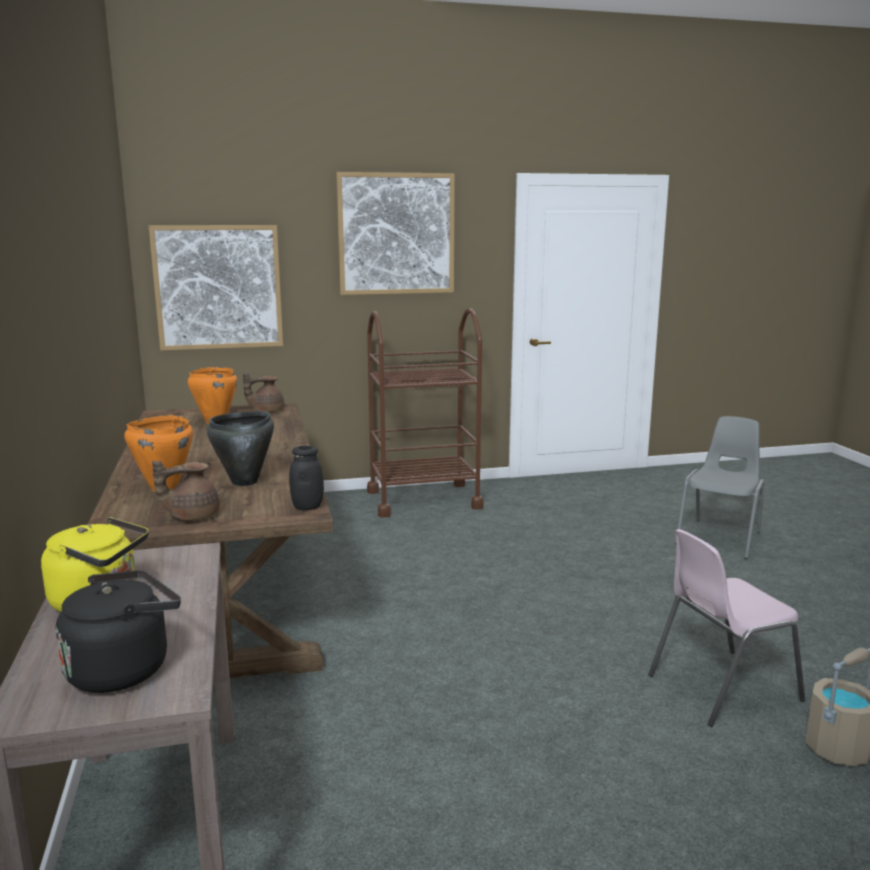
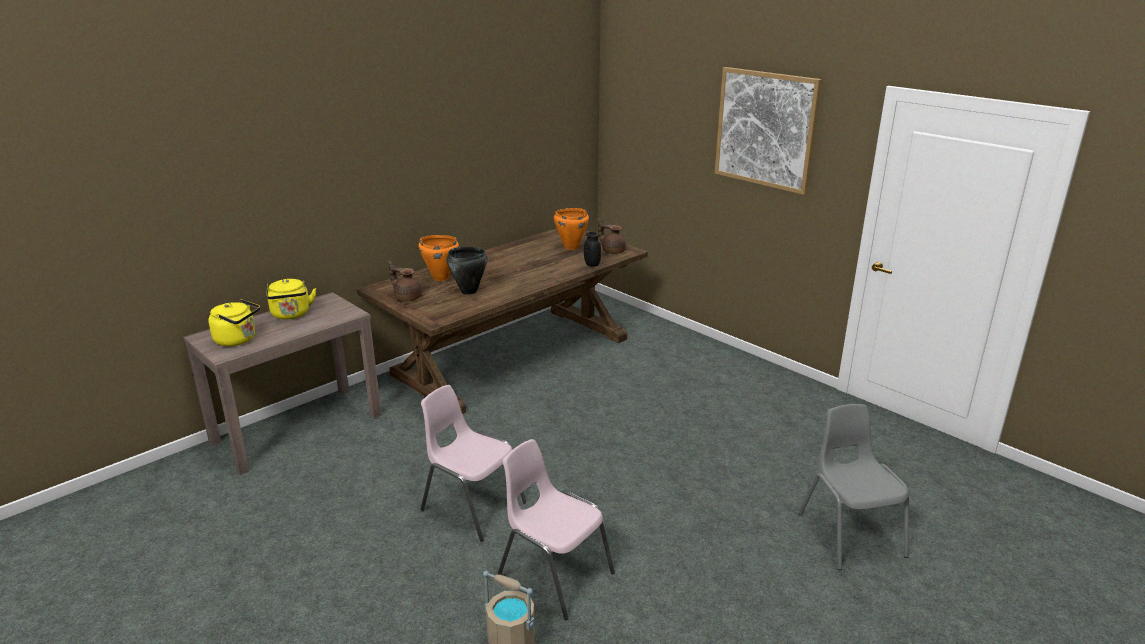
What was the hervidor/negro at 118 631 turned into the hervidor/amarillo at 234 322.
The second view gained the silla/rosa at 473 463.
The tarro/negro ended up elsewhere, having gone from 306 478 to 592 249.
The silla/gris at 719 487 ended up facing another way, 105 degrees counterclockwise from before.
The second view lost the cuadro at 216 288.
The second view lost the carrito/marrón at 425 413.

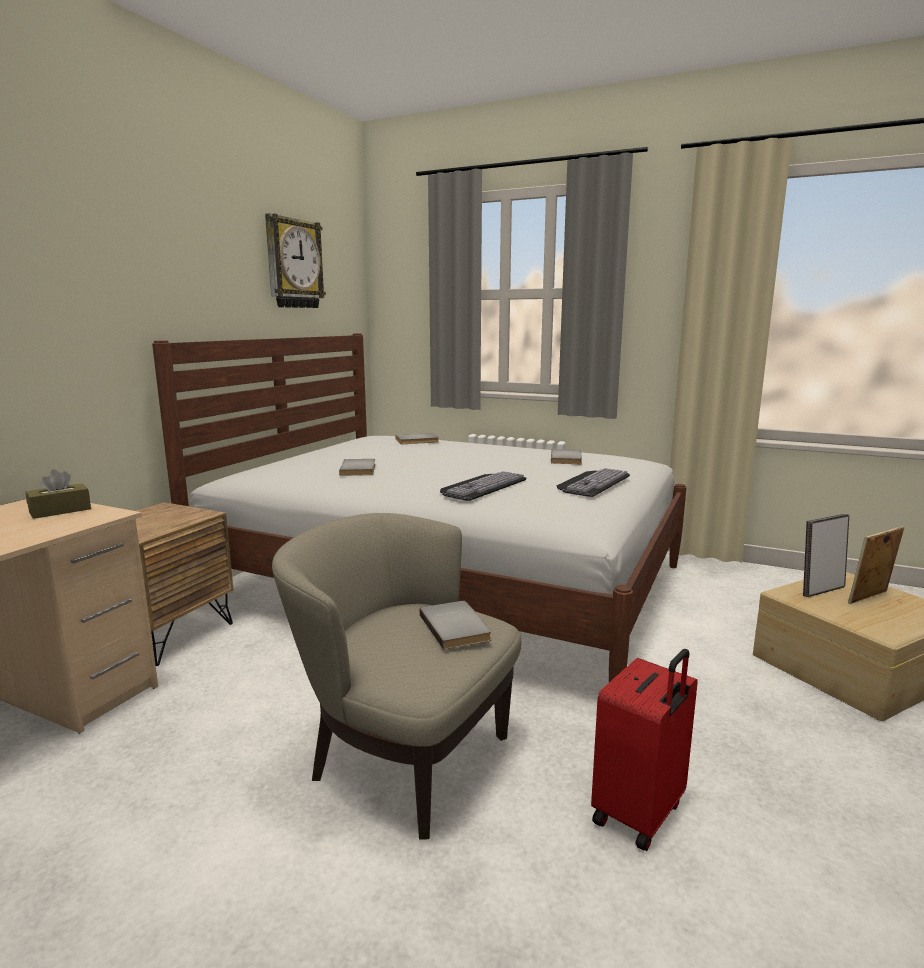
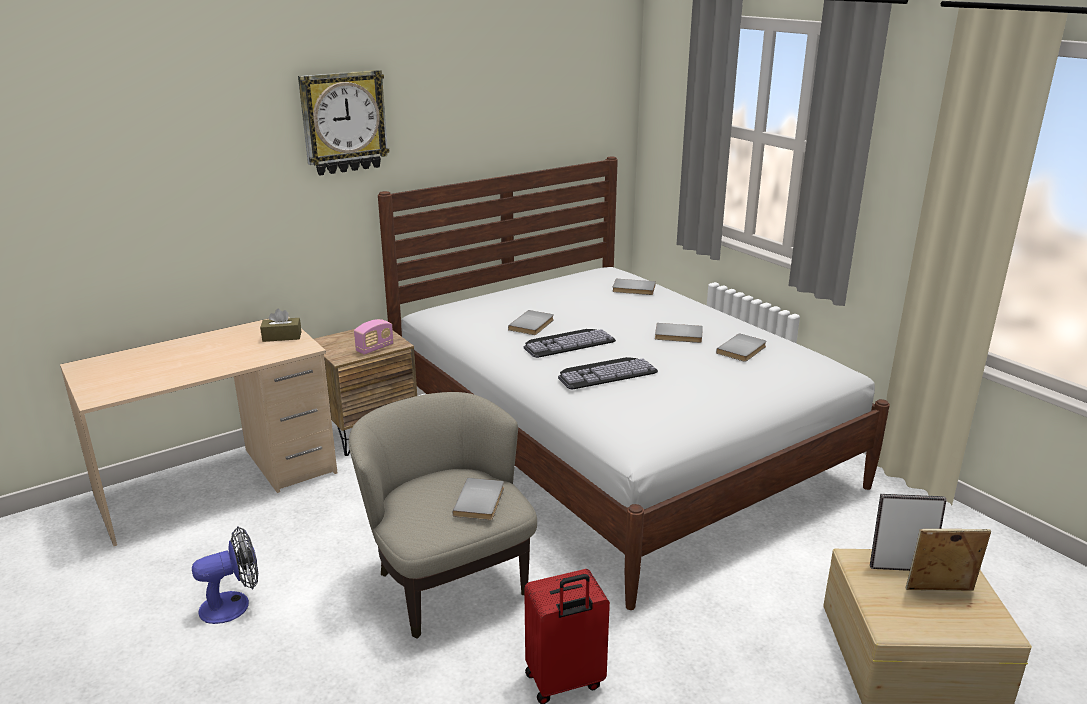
The second view gained the ventilador at 225 575.
The reloj de pared ended up elsewhere, having gone from 295 260 to 343 123.
The second view gained the radio at 374 337.
The teclado ended up elsewhere, having gone from 593 482 to 570 343.
The second view gained the libro/gris at 679 333.

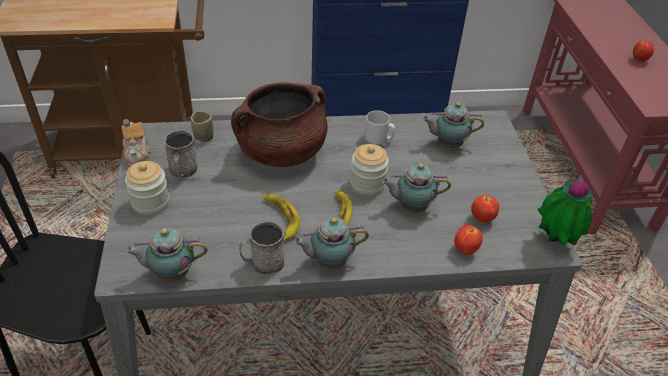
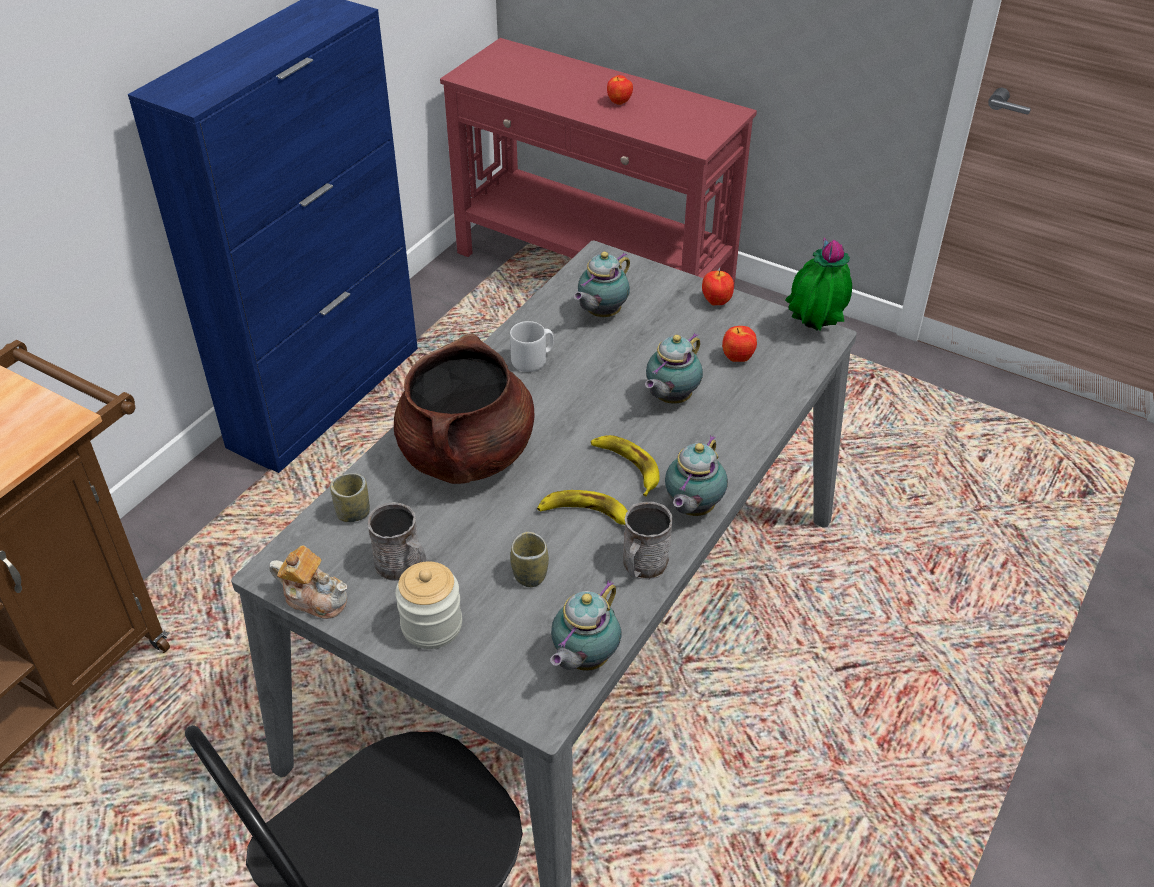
The second view gained the taza at 529 559.
The manzana ended up elsewhere, having gone from 468 240 to 718 287.
The second view lost the tarro at 369 170.

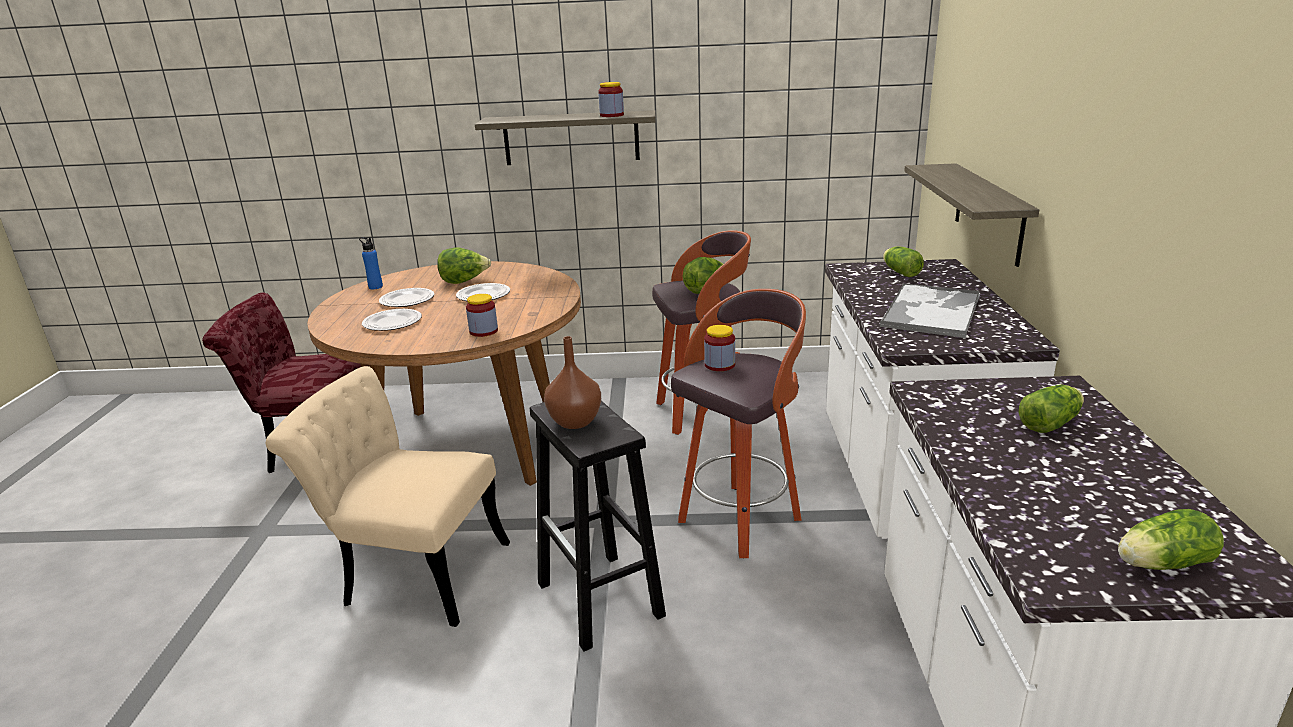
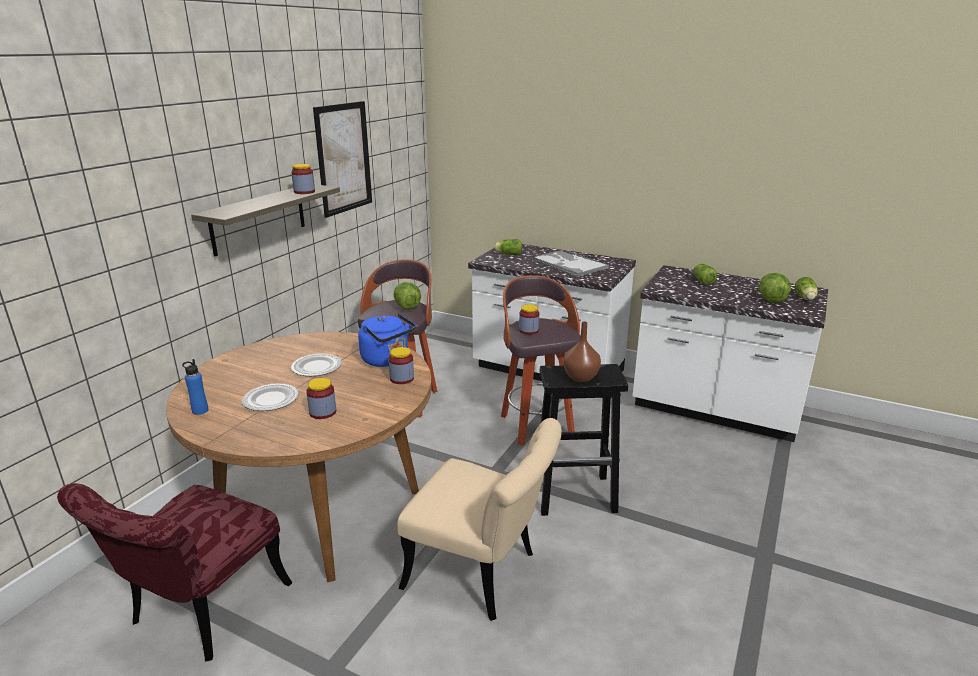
Where the plato stood at 392 320, the tarro came to stand at 321 398.
The second view gained the cuadro at 342 159.
The second view gained the hervidor/azul at 387 340.
The silla/beis at 388 496 ended up facing another way, 105 degrees counterclockwise from before.
The lechuga ended up elsewhere, having gone from 464 266 to 775 288.
The second view lost the estante at 971 215.

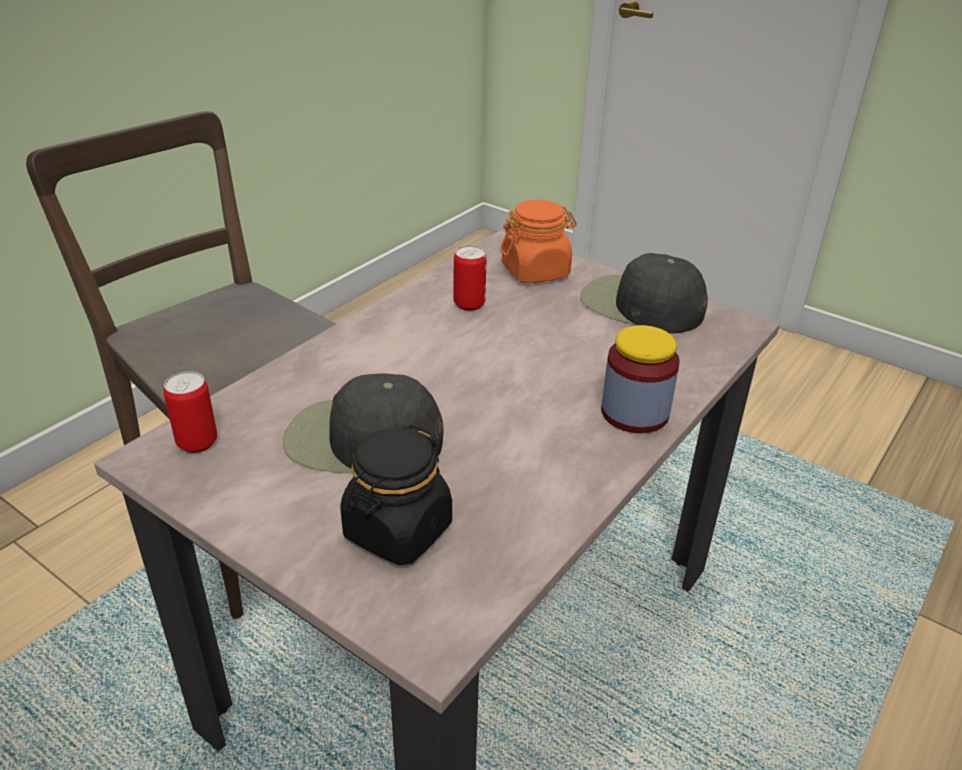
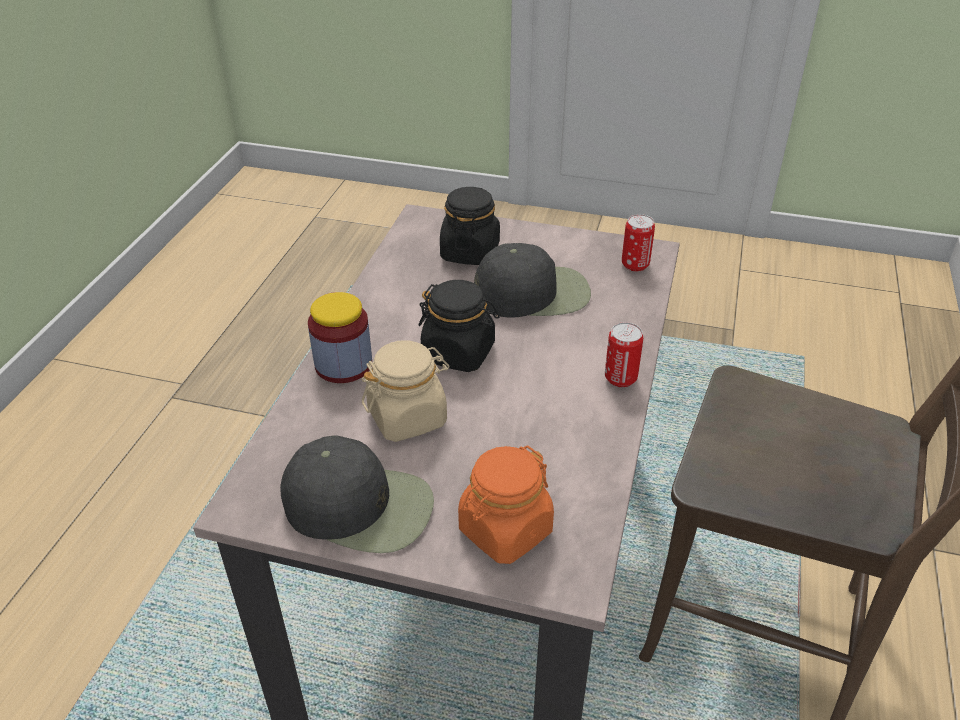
The second view gained the tarro/beis at 405 391.
The second view gained the tarro/negro at 459 326.
The lata ended up elsewhere, having gone from 470 278 to 624 354.

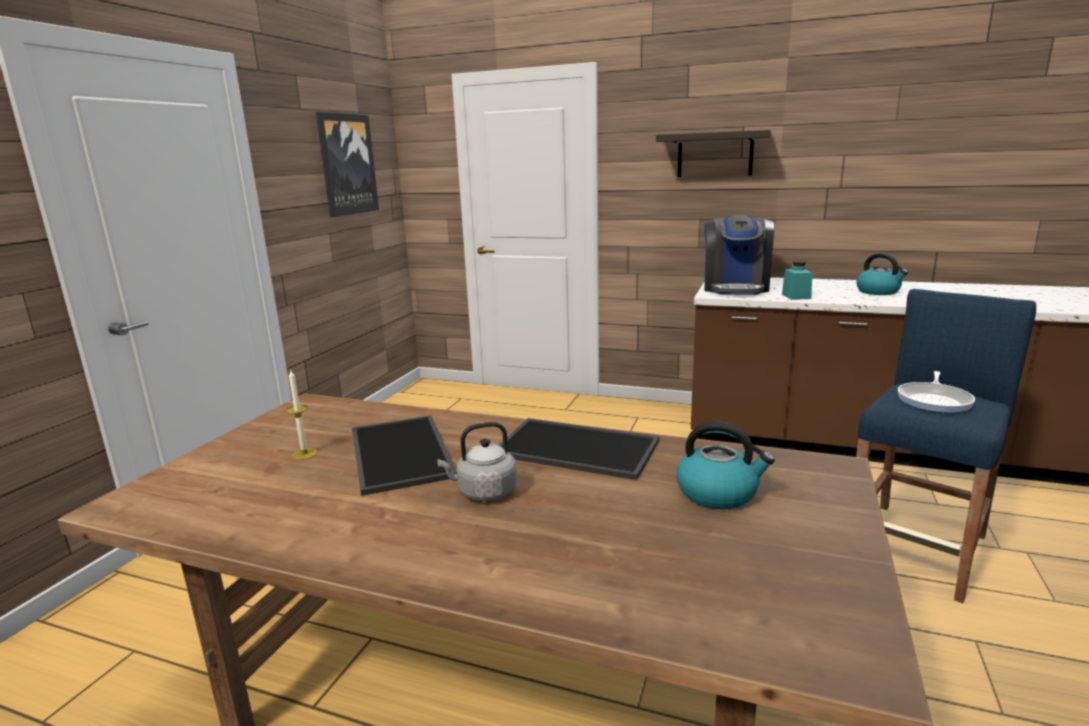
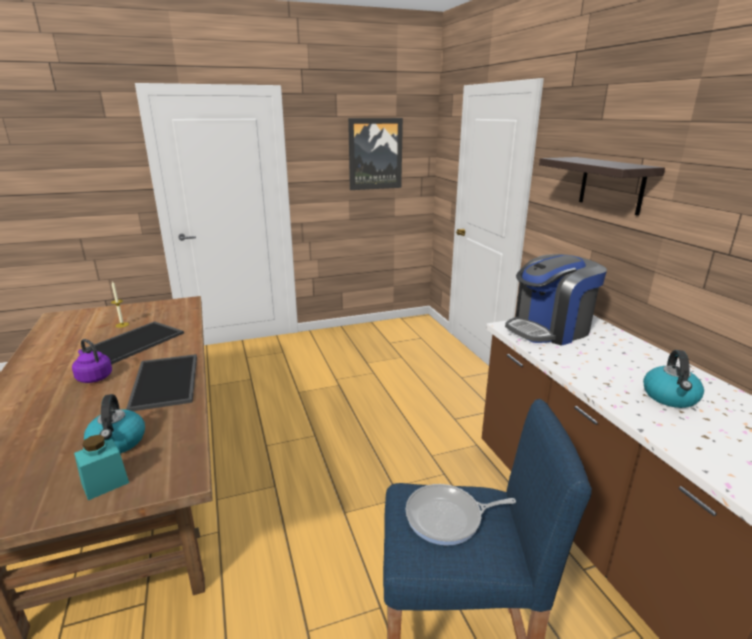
What was the hervidor/gris at 477 461 turned into the hervidor/morado at 92 361.
The tarro/turquesa ended up elsewhere, having gone from 797 280 to 101 467.

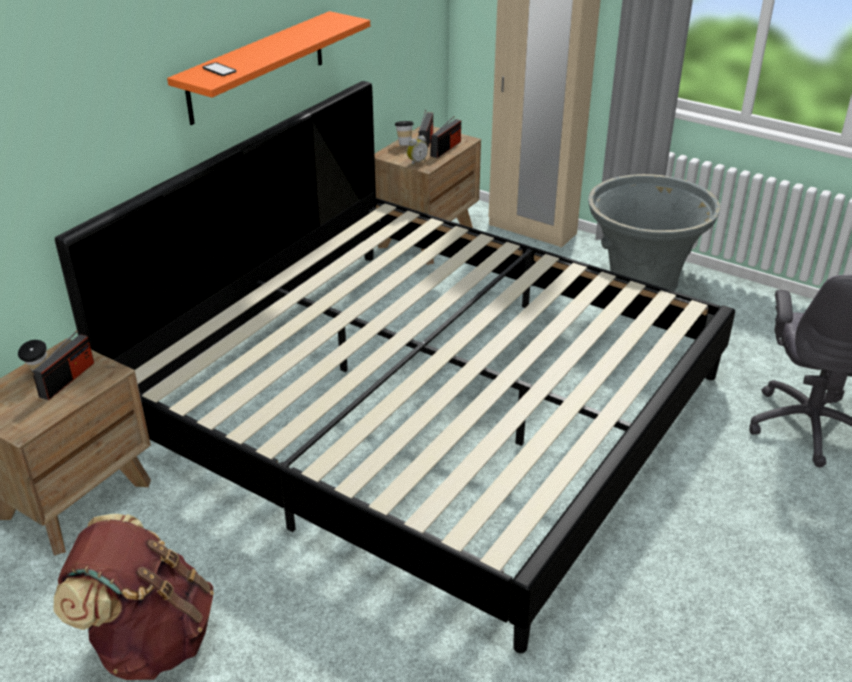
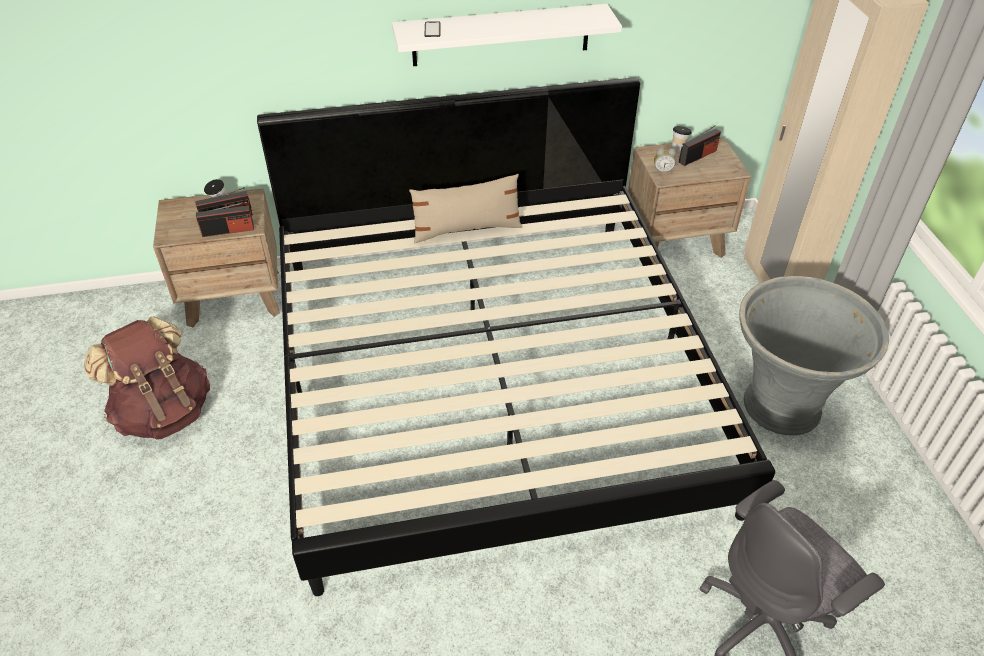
The radio ended up elsewhere, having gone from 445 137 to 225 219.
What was the estante/naranja at 268 68 turned into the estante/blanco at 507 35.
The second view gained the cojín/beis at 465 208.

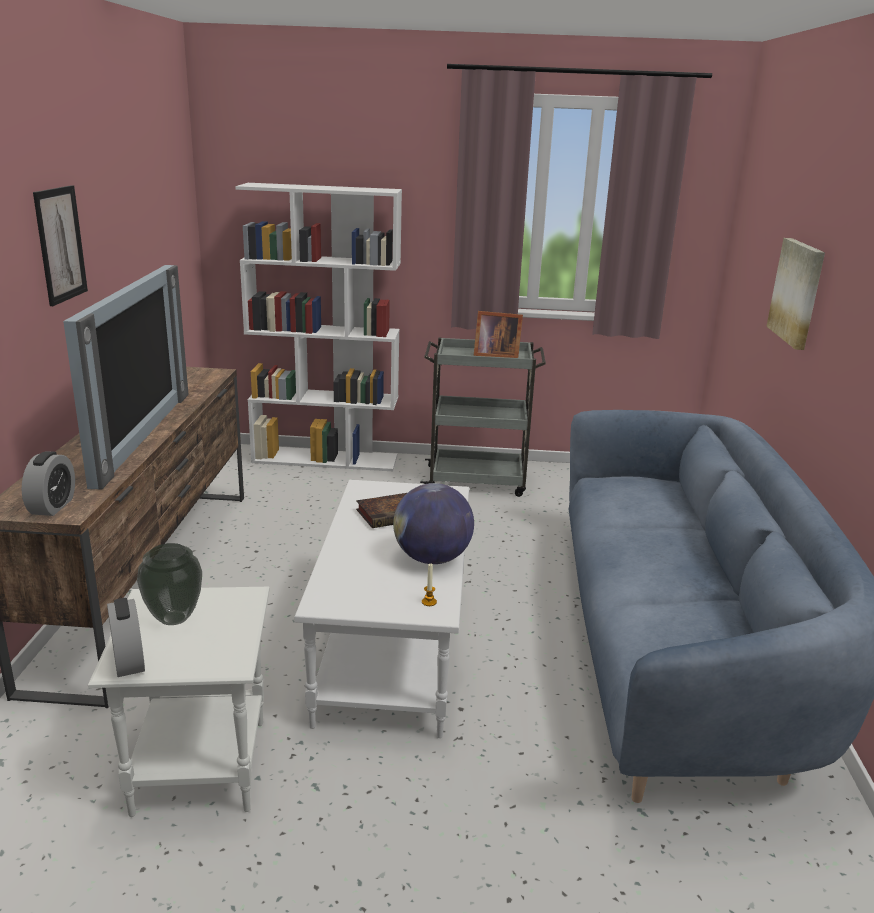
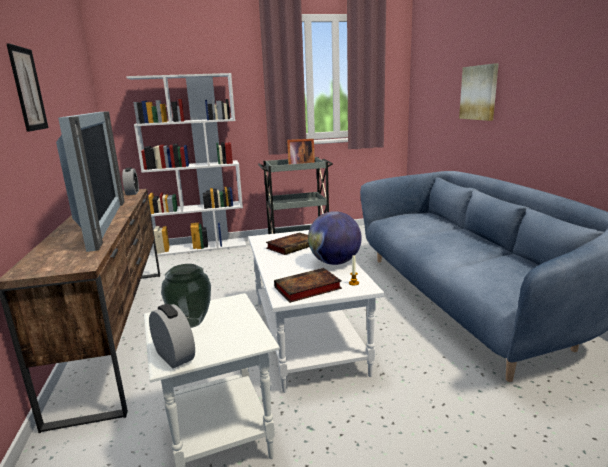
The despertador ended up elsewhere, having gone from 48 483 to 130 181.
The second view gained the libro at 308 285.

